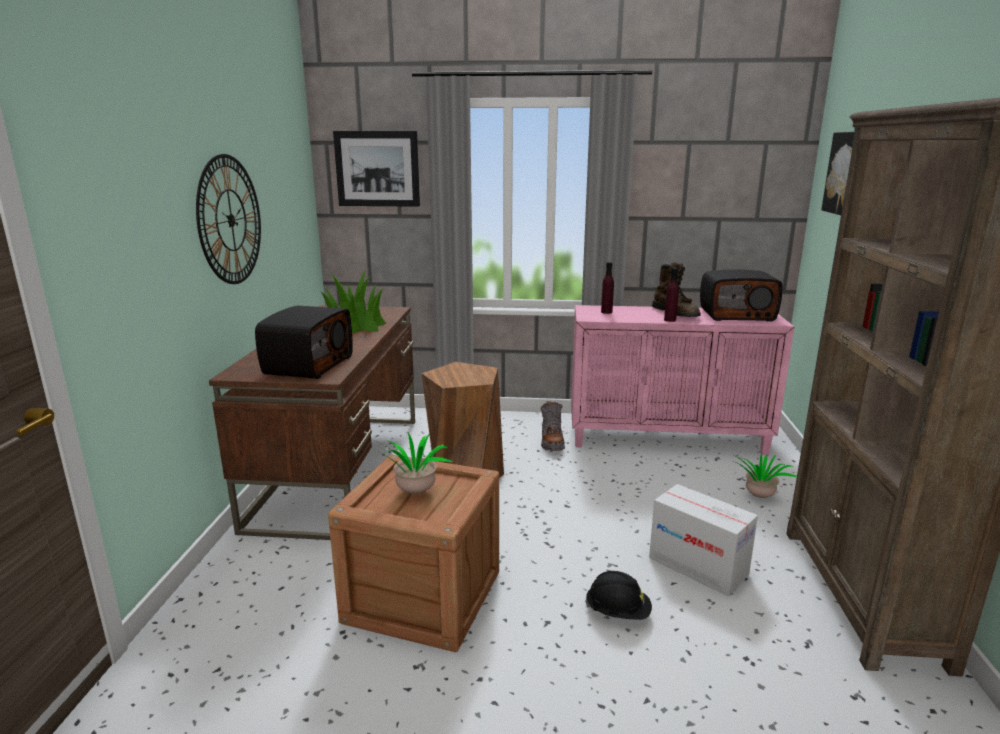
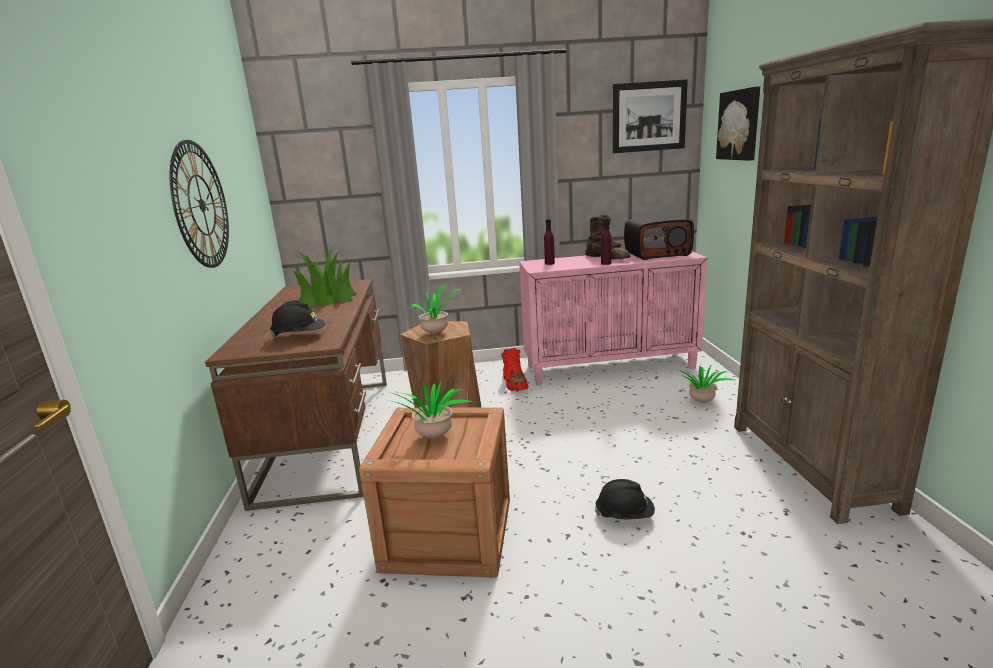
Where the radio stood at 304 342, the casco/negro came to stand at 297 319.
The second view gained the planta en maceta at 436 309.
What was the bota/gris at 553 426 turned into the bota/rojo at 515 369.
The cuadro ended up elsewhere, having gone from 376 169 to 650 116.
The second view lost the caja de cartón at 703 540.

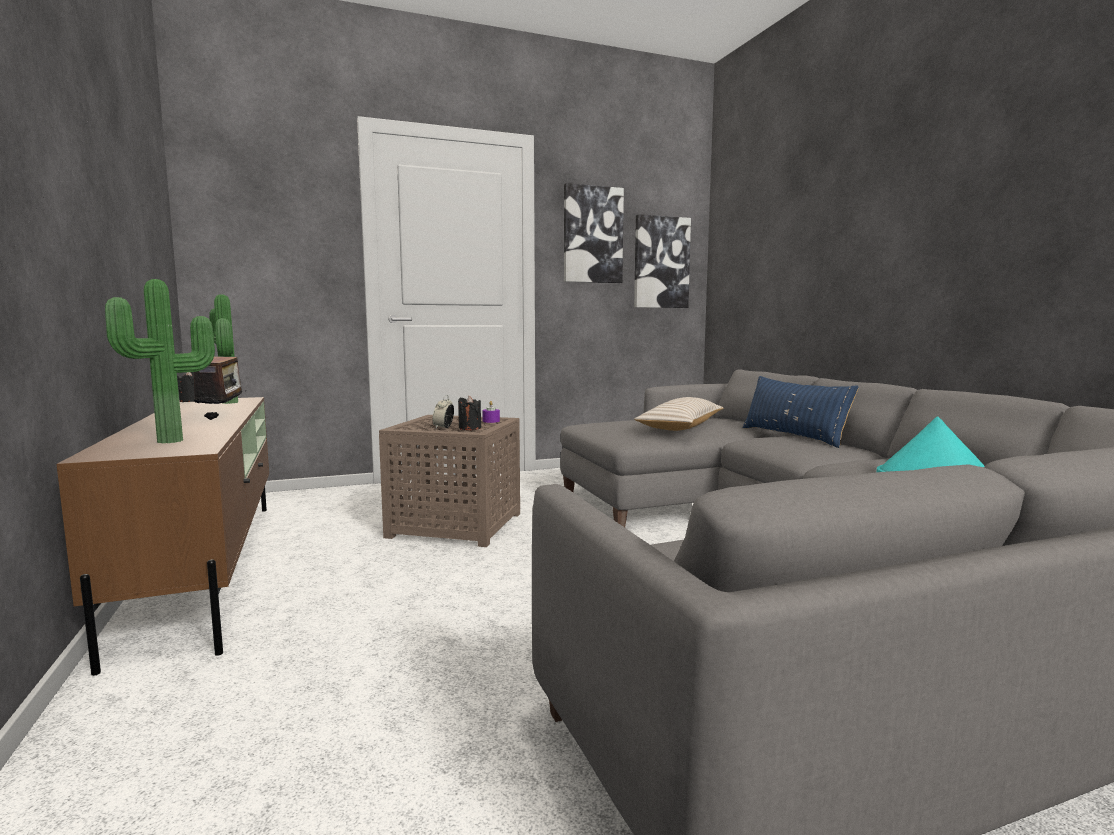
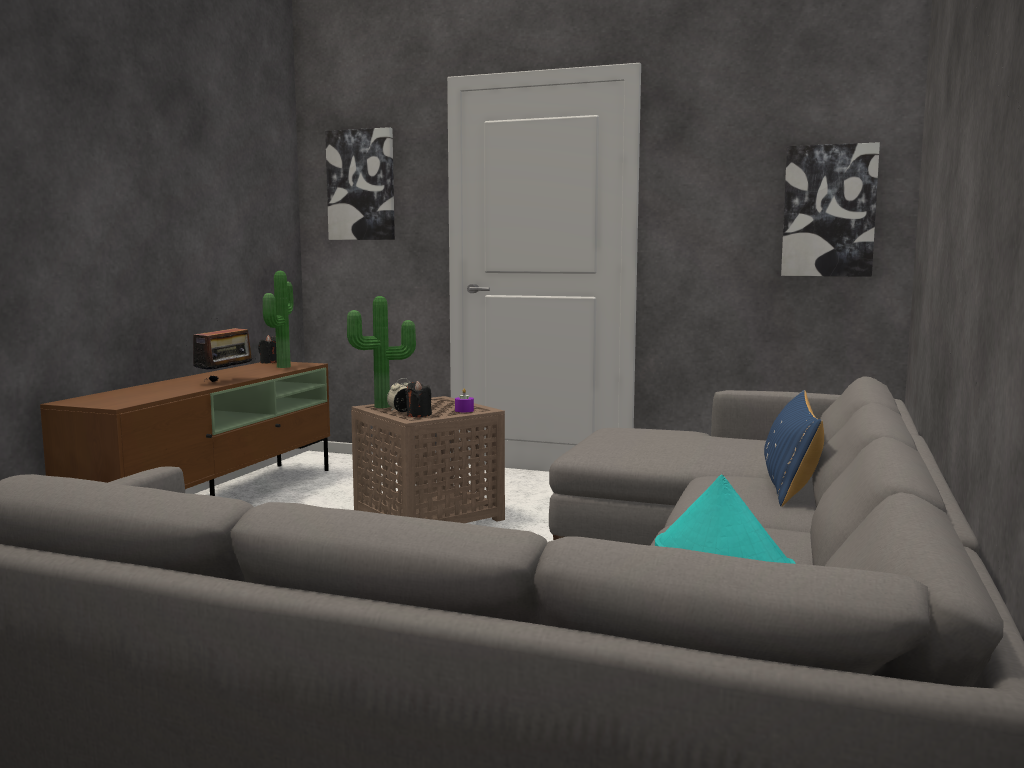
The cuadro ended up elsewhere, having gone from 594 233 to 360 183.
The planta en maceta ended up elsewhere, having gone from 160 361 to 381 352.
The second view lost the cojín/beis at 679 414.

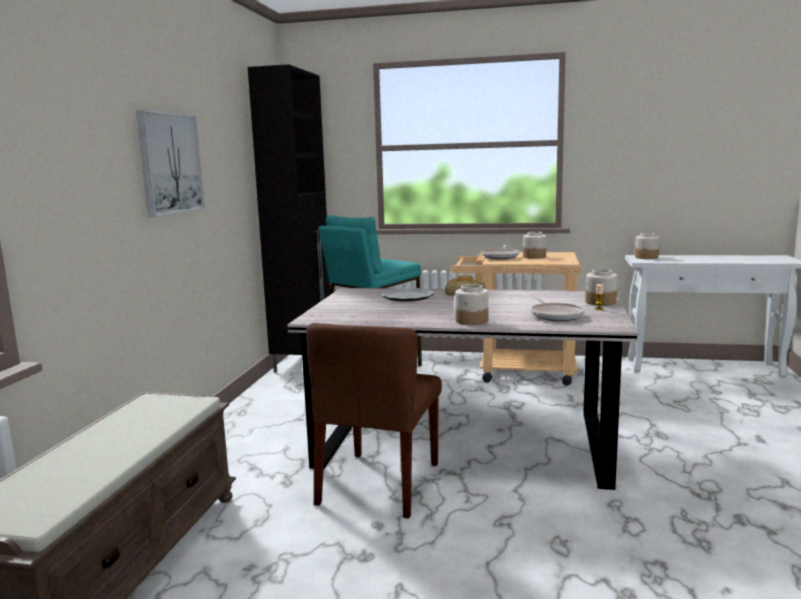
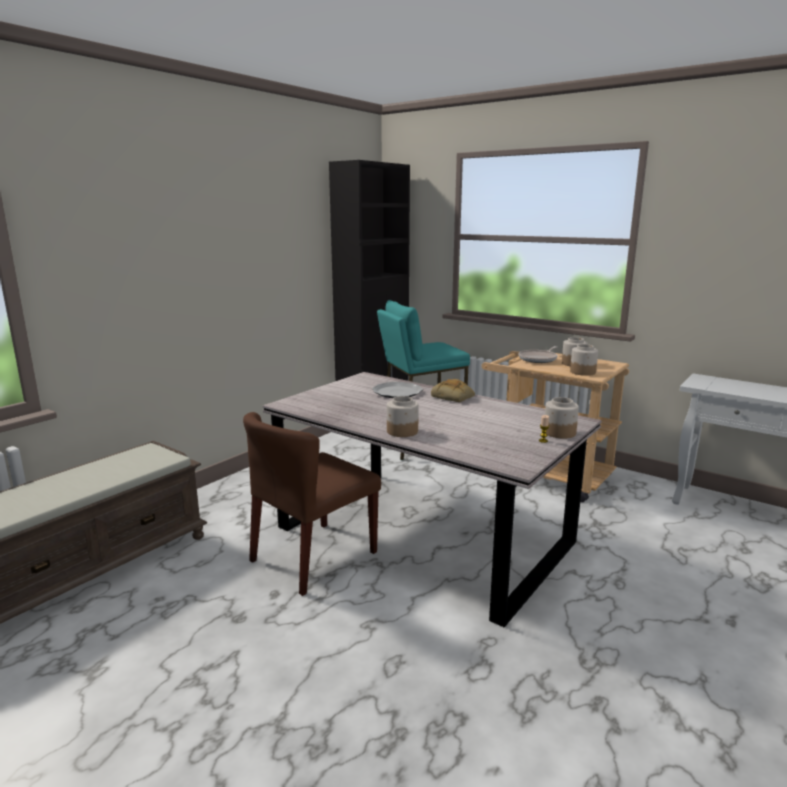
The tarro ended up elsewhere, having gone from 647 246 to 584 360.
The second view lost the cuadro at 170 163.
The second view lost the sartén at 558 308.

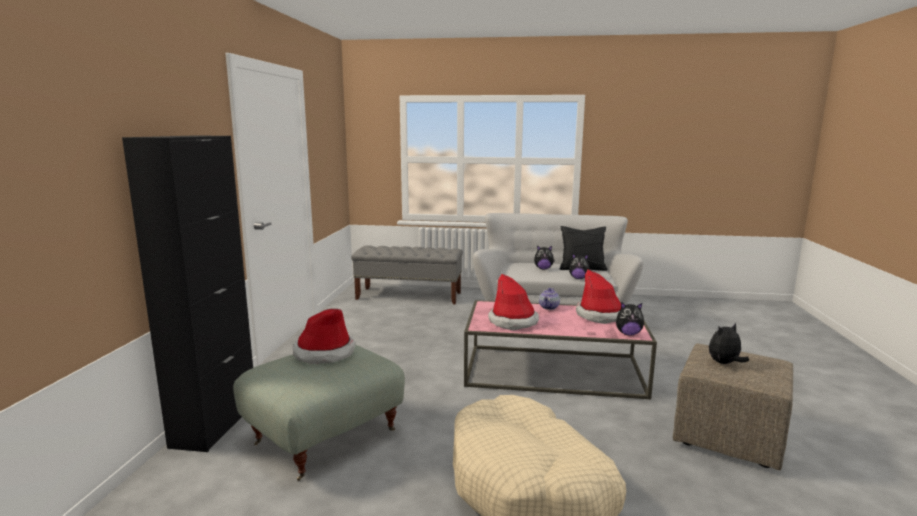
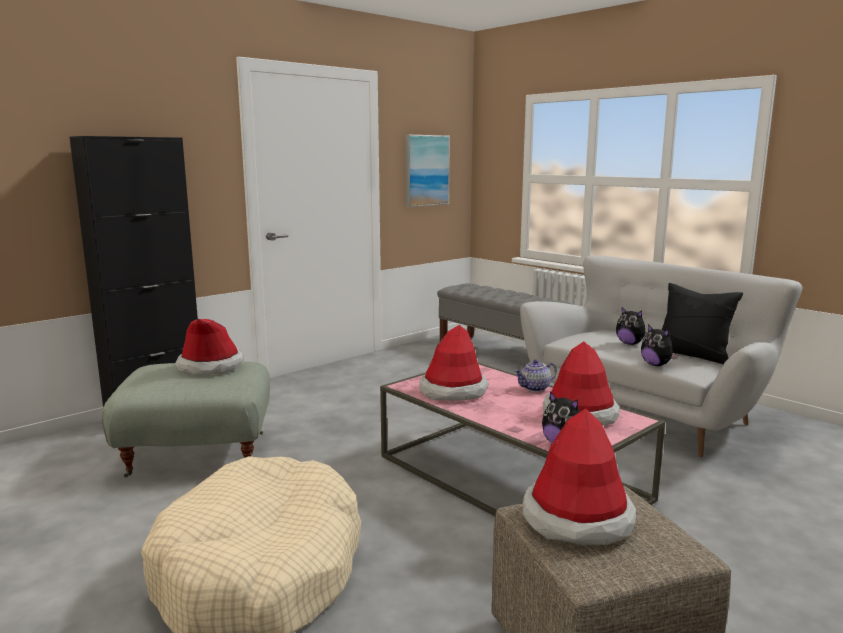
The second view gained the cuadro at 428 171.
Where the peluche stood at 729 343, the sombrero came to stand at 579 476.

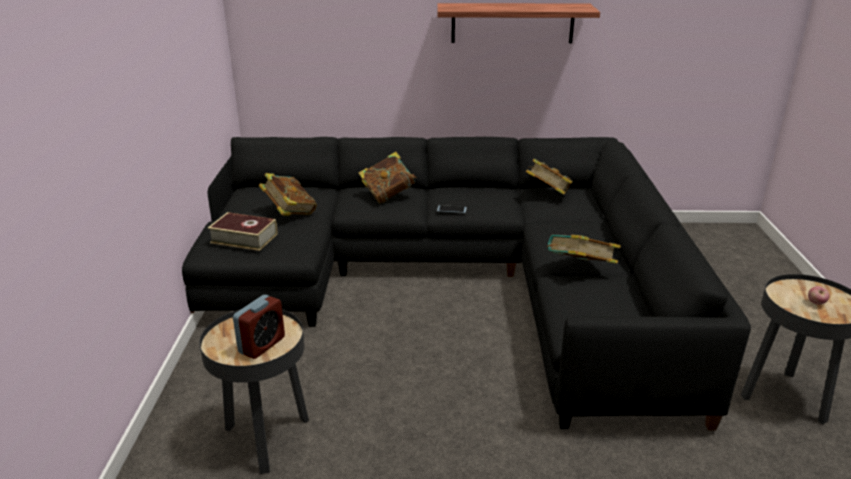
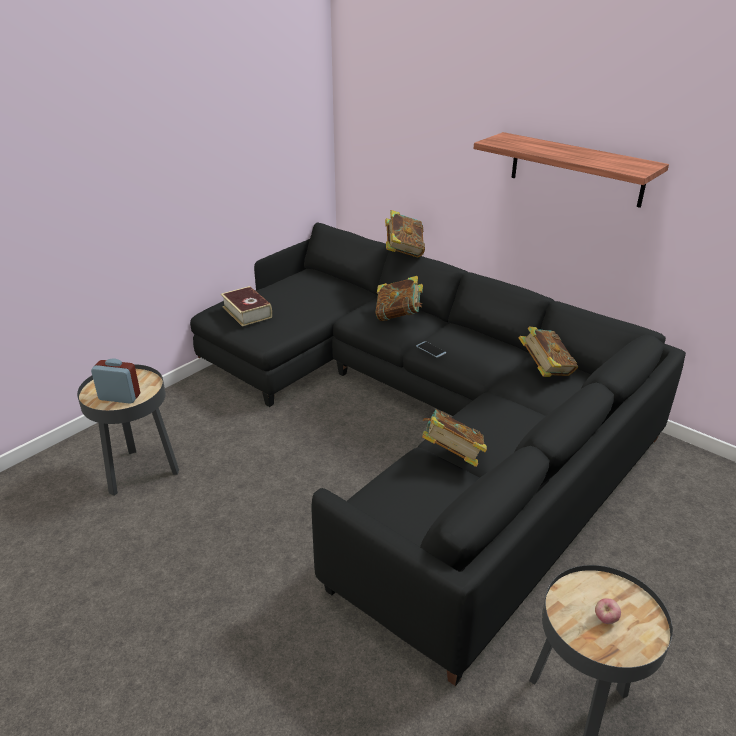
The despertador at 259 327 ended up facing another way, 150 degrees counterclockwise from before.
The libro ended up elsewhere, having gone from 288 194 to 405 233.

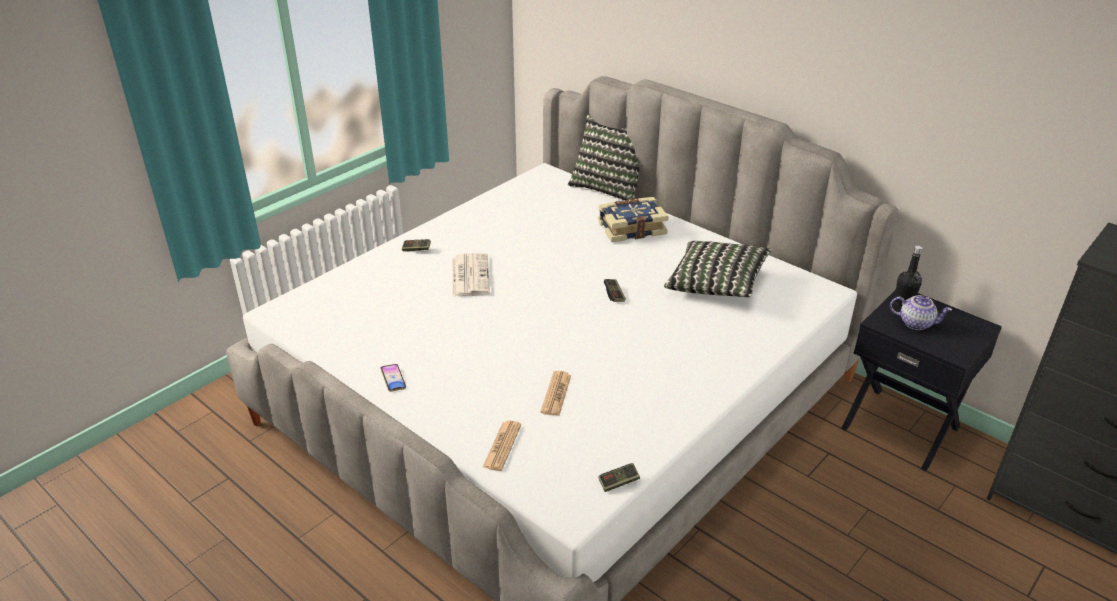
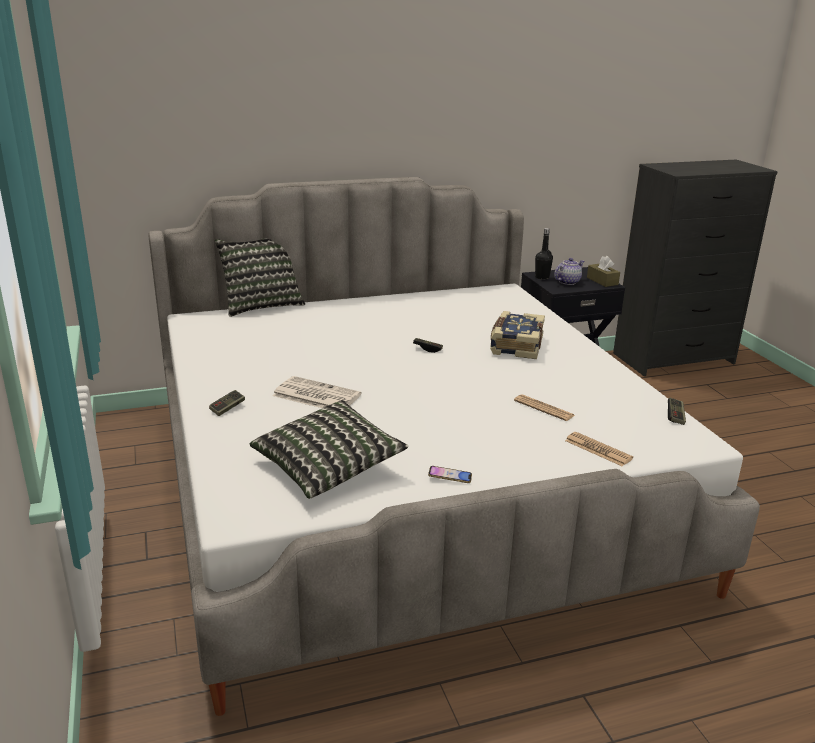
The cojín ended up elsewhere, having gone from 718 269 to 329 449.
The libro ended up elsewhere, having gone from 633 219 to 517 335.
The second view gained the caja de pañuelos/marrón at 603 271.

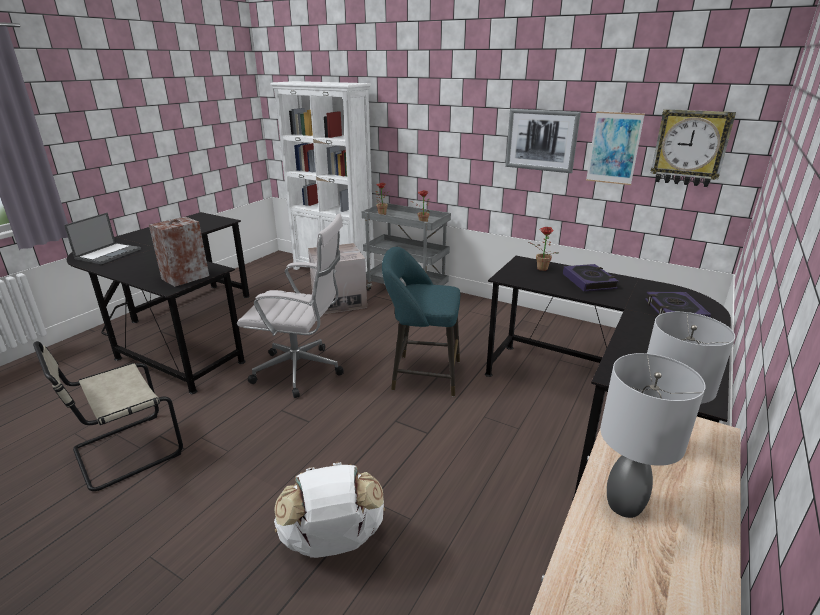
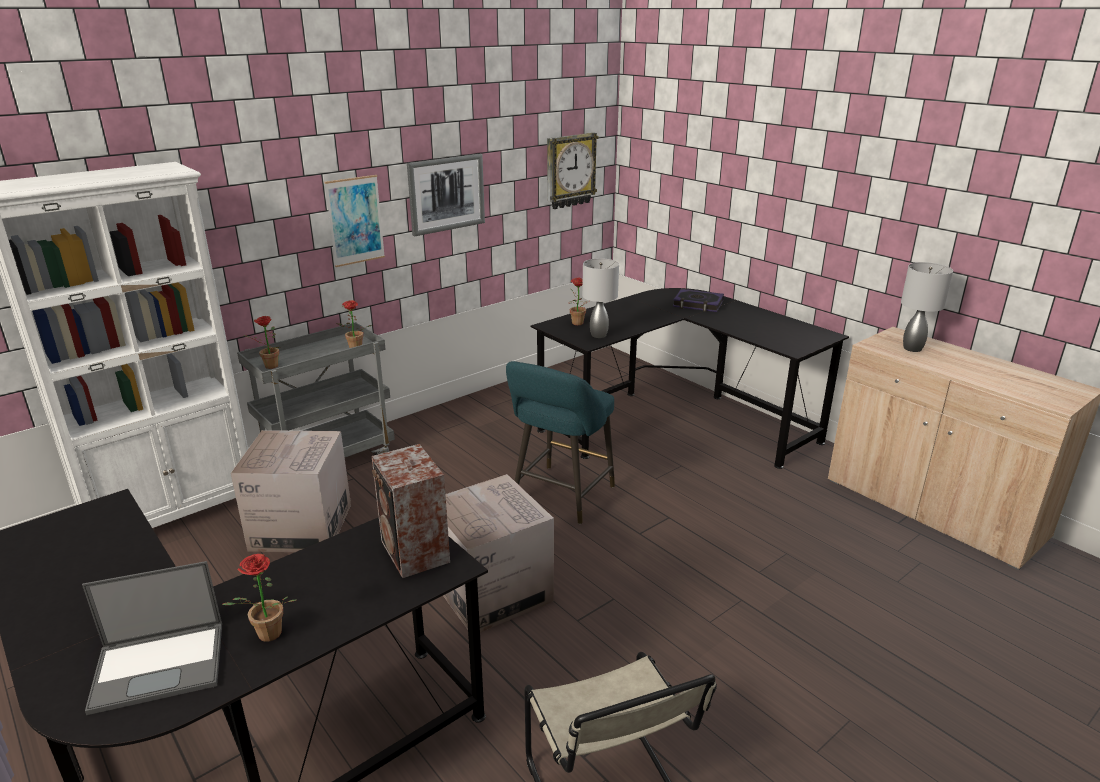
The portátil at 102 238 ended up facing another way, 120 degrees clockwise from before.
The second view gained the planta en maceta at 259 598.
The cuadro ended up elsewhere, having gone from 615 148 to 354 221.
Where the silla de oficina/blanco stood at 290 306, the caja de cartón came to stand at 498 553.
The lámpara de mesa/gris ended up elsewhere, having gone from 653 435 to 600 298.
The second view lost the mochila/blanco at 329 510.
The second view lost the libro at 591 277.

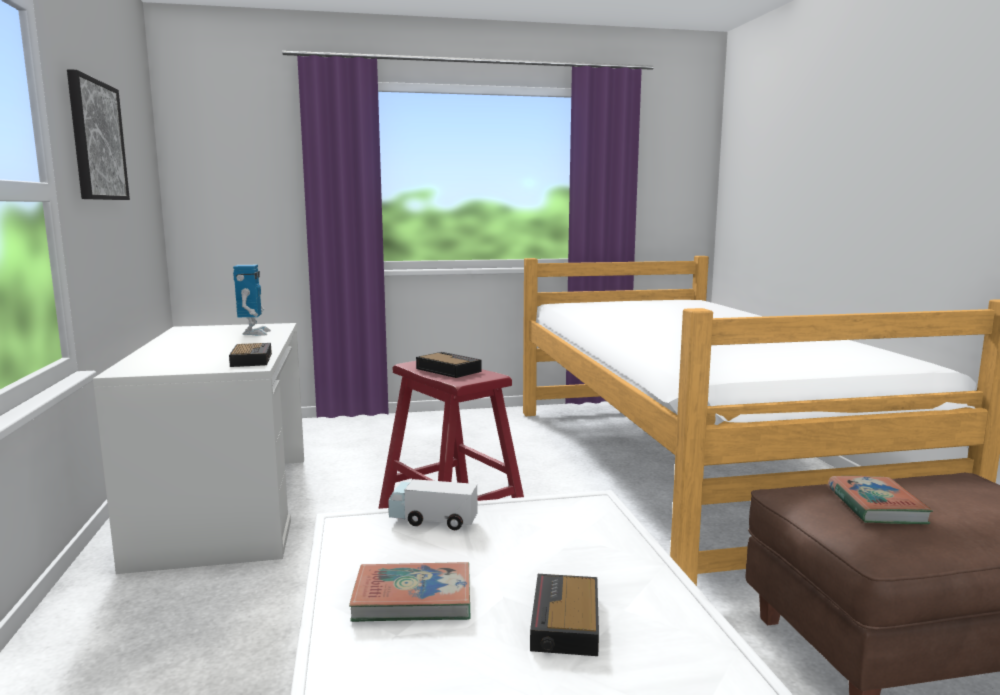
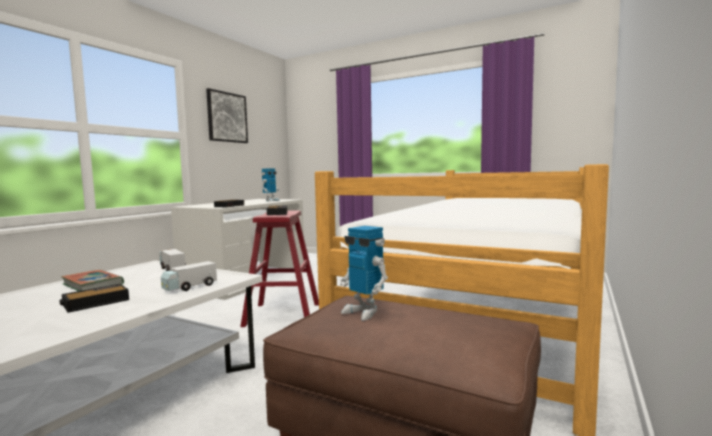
The second view gained the camión de juguete at 189 276.
Where the libro stood at 880 500, the robot de juguete came to stand at 364 273.

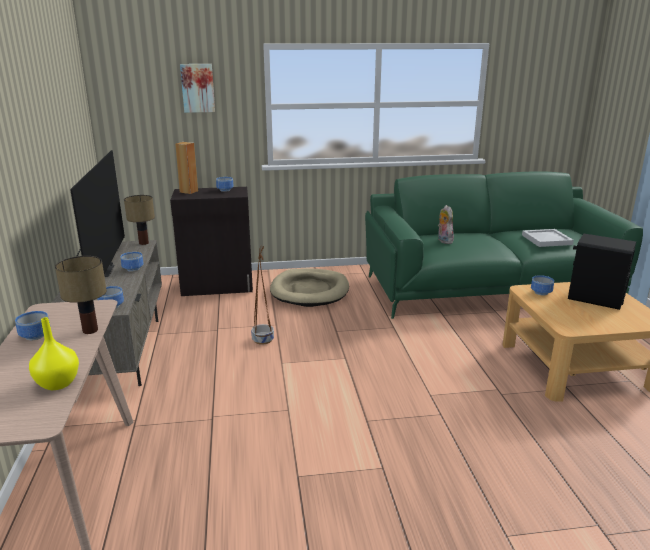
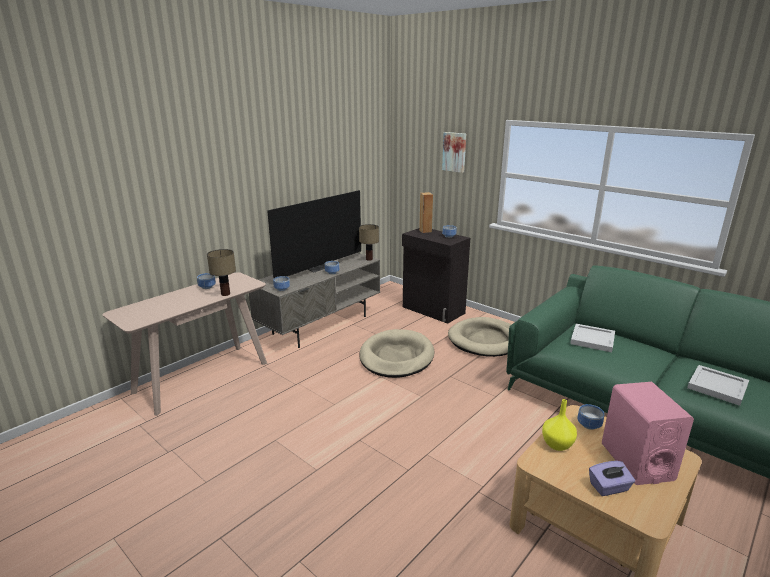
Where the maceta/marrón stood at 262 295, the cama para perro/beis came to stand at 397 353.
The florero/amarillo ended up elsewhere, having gone from 54 353 to 559 425.
Where the peluche stood at 446 224, the bandeja/blanco came to stand at 592 338.
The second view gained the caja de pañuelos/morado at 612 478.
What was the altavoz/negro at 602 272 turned into the altavoz/rosa at 648 433.

